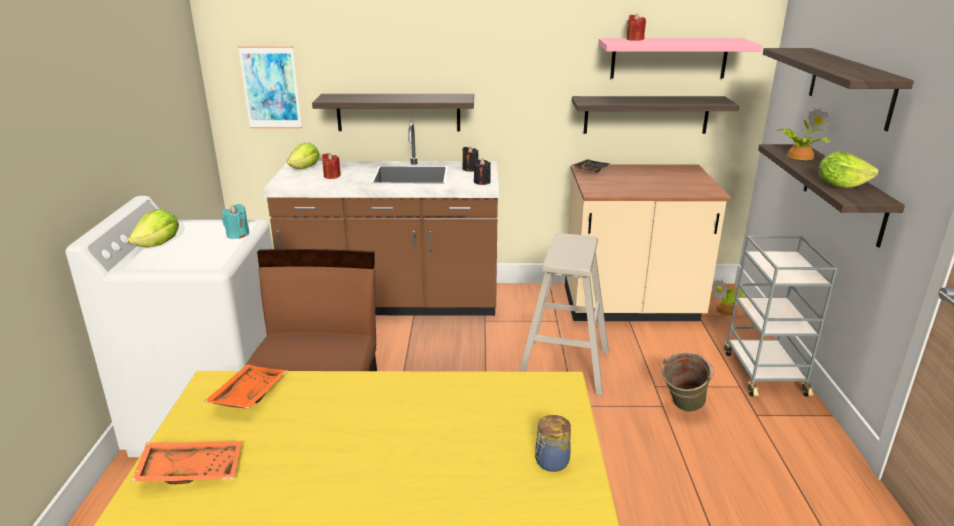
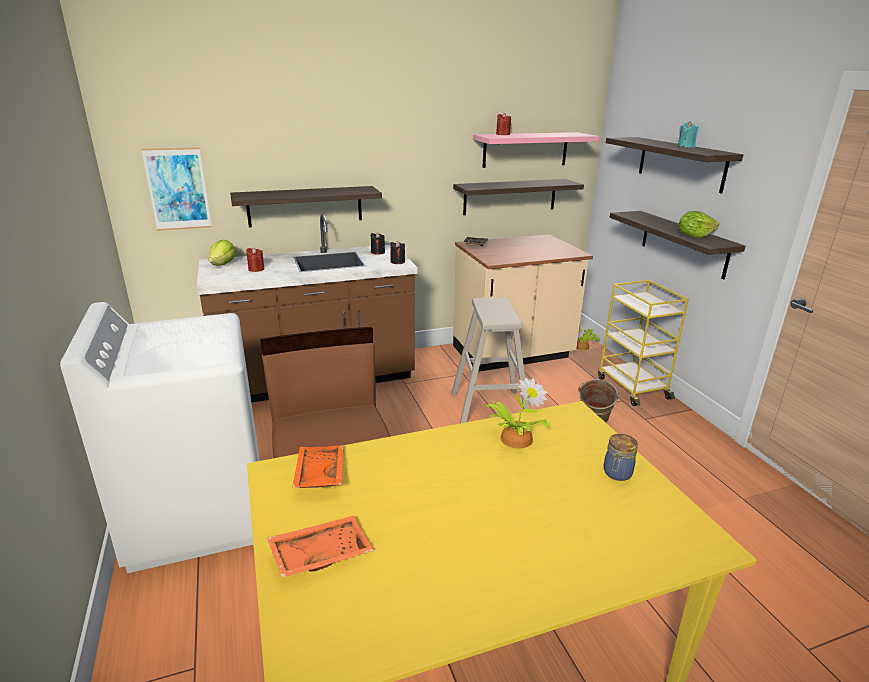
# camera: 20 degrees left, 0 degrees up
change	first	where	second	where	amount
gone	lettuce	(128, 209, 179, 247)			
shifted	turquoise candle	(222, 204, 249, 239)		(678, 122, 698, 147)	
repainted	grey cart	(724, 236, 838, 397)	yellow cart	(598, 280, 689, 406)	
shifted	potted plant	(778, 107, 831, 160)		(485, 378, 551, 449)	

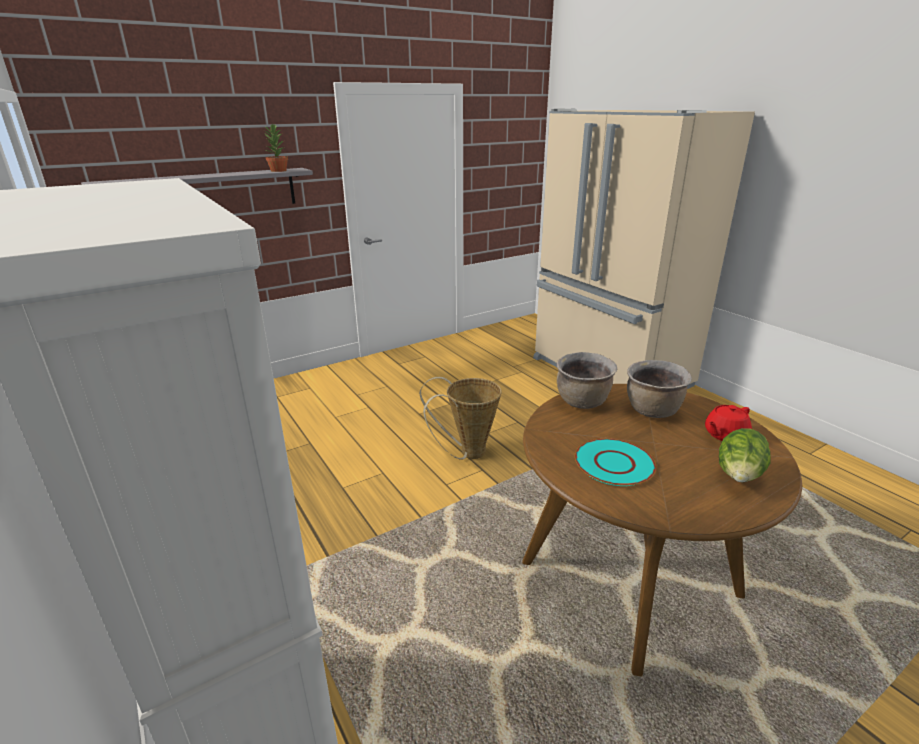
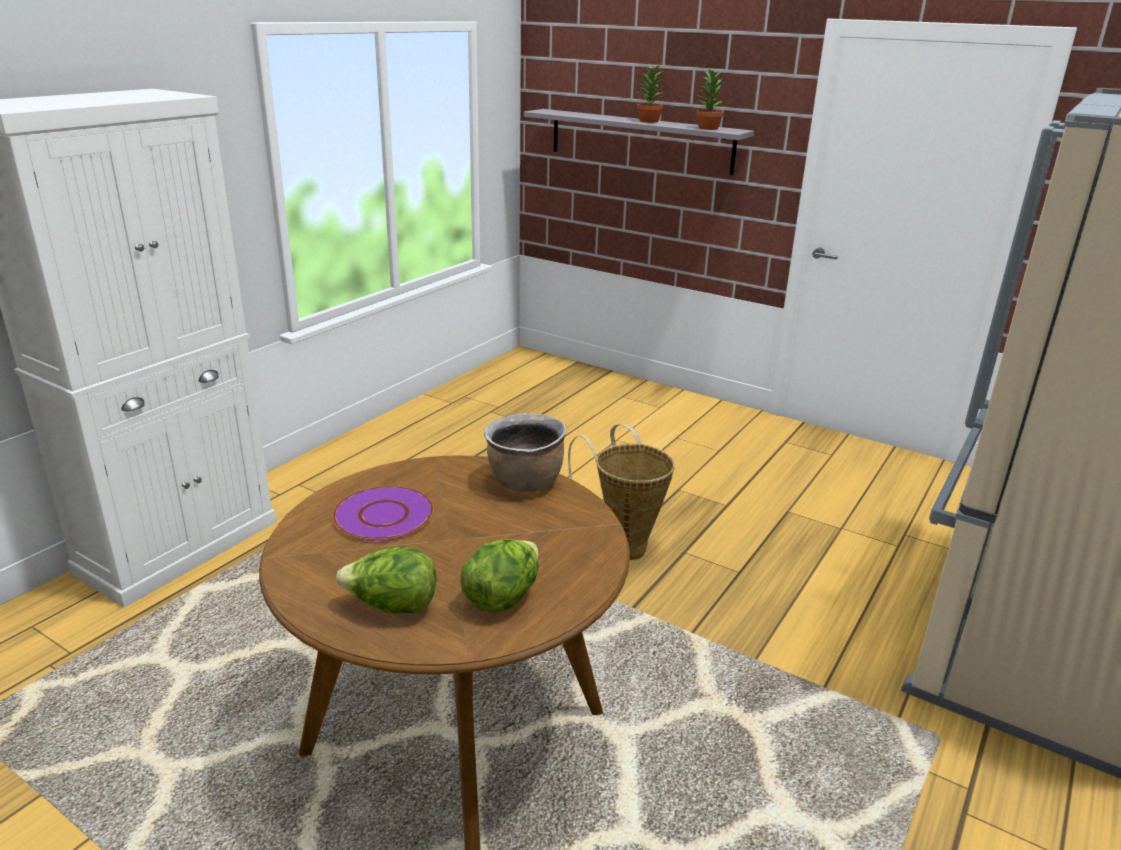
# camera: 65 degrees right, 0 degrees up
change	first	where	second	where	amount
repainted	turquoise plate	(575, 439, 656, 486)	purple plate	(333, 486, 434, 541)	
gone	brown cooking pot	(627, 360, 692, 418)			
swapped	red teapot	(705, 405, 752, 441)	lettuce	(461, 539, 539, 613)	
new			potted plant	(637, 65, 663, 123)	

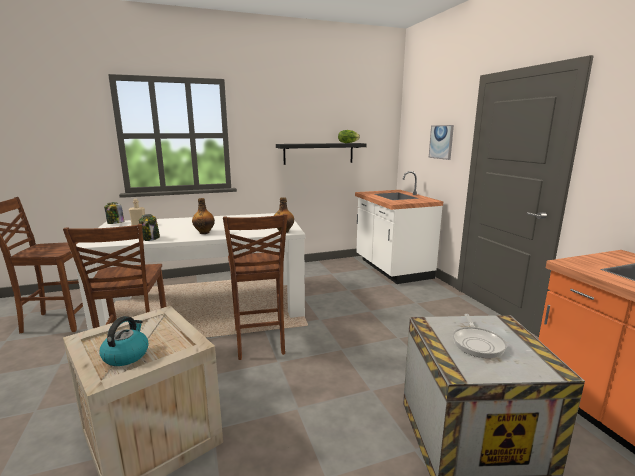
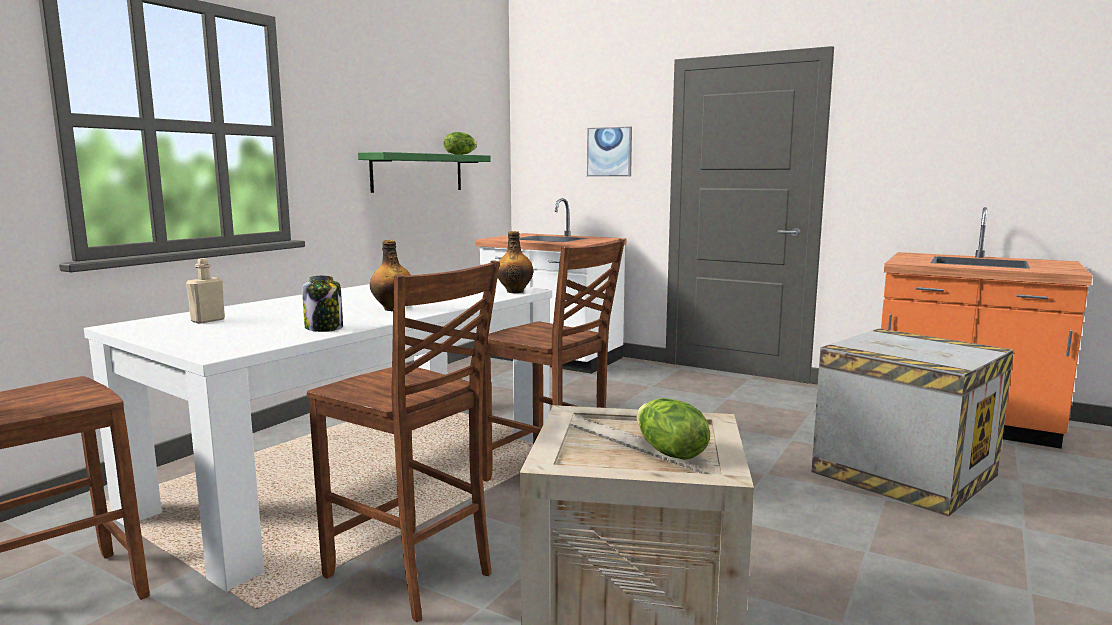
# camera: 40 degrees left, 5 degrees down
change	first	where	second	where	amount
swapped	kettle	(99, 316, 149, 366)	lettuce	(637, 398, 710, 460)	
gone	jar	(104, 202, 125, 224)			
repainted	black shelf	(276, 143, 367, 165)	green shelf	(358, 152, 491, 193)	
gone	frying pan	(453, 314, 507, 358)			

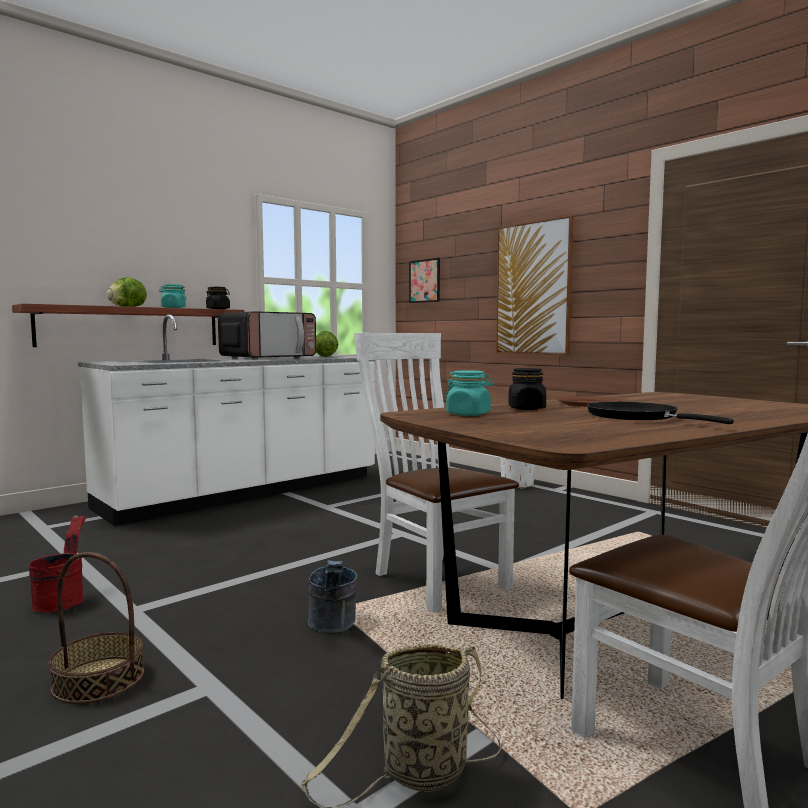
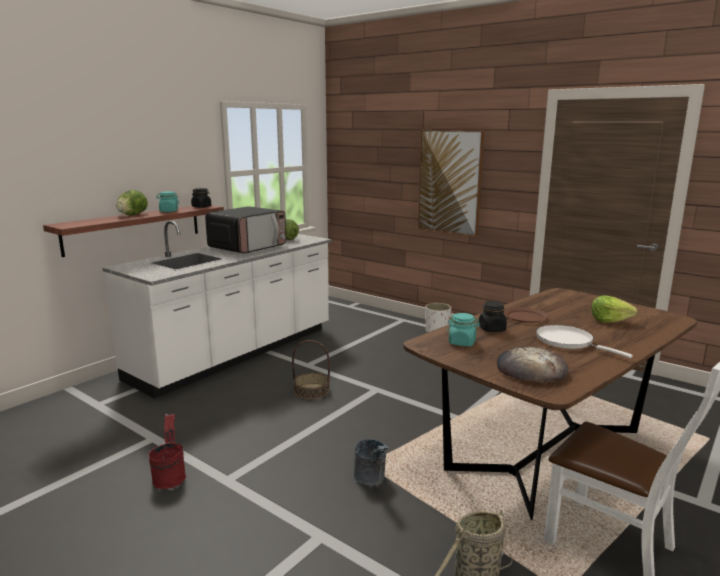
# camera: 10 degrees left, 10 degrees up
change	first	where	second	where	amount
shifted	basket	(49, 552, 144, 704)		(292, 340, 330, 400)	
gone	white chair	(354, 333, 519, 612)			
gone	picture	(409, 258, 440, 303)			
repainted	black frying pan	(587, 402, 734, 424)	white frying pan	(536, 325, 633, 358)	
new			bread	(497, 346, 568, 383)	
new			lettuce	(591, 295, 638, 323)	

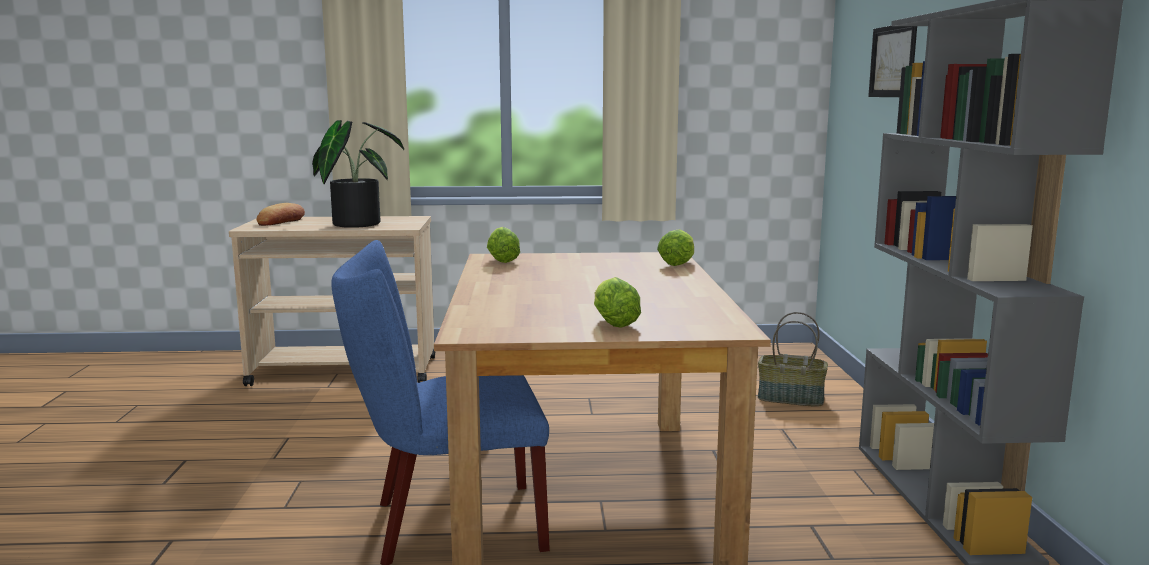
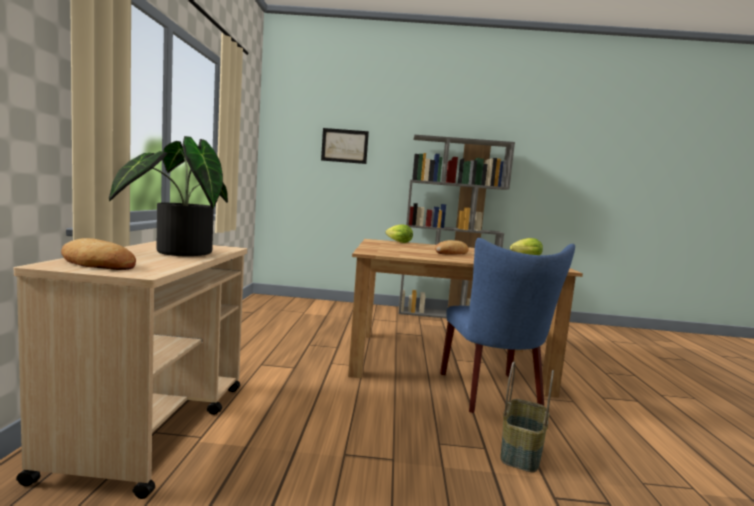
# camera: 85 degrees left, 5 degrees down
change	first	where	second	where	amount
gone	lettuce	(487, 227, 520, 263)			
shifted	basket	(758, 312, 828, 407)		(500, 361, 554, 472)	
new			bread	(435, 240, 469, 254)	

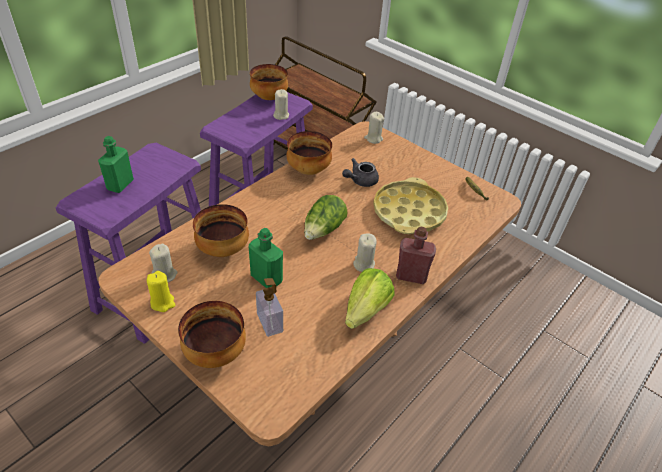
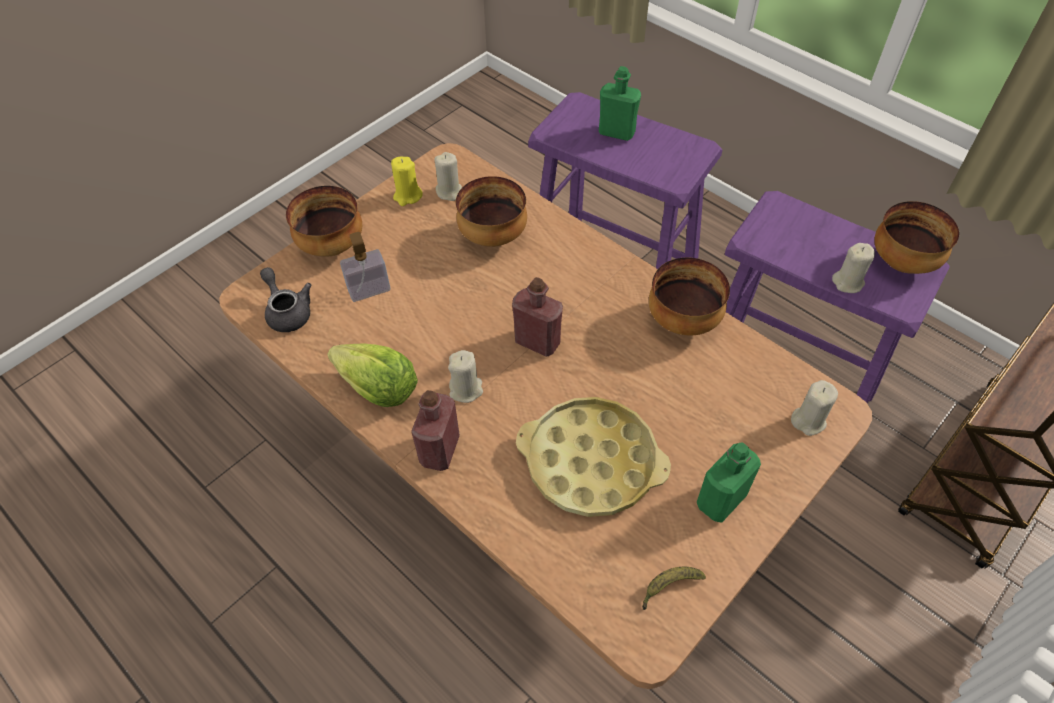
# camera: 95 degrees right, 10 degrees up
change	first	where	second	where	amount
shifted	green bottle	(249, 228, 283, 288)		(697, 442, 761, 523)	
swapped	lettuce	(304, 195, 348, 240)	red bottle	(512, 277, 563, 357)	
shifted	grey teapot	(342, 158, 379, 187)		(260, 267, 311, 332)	

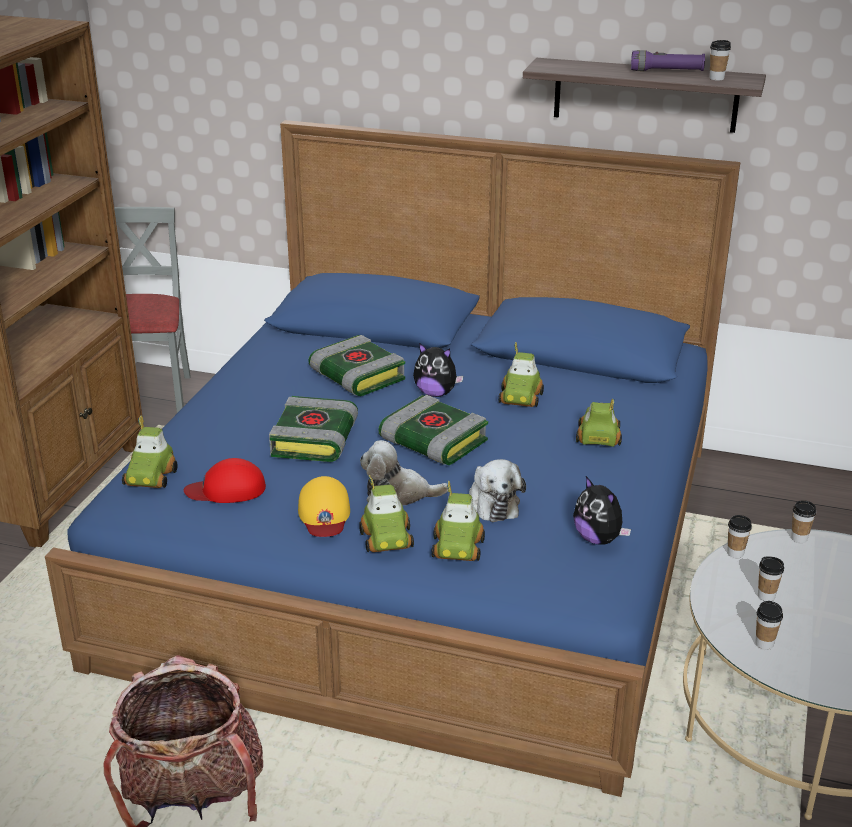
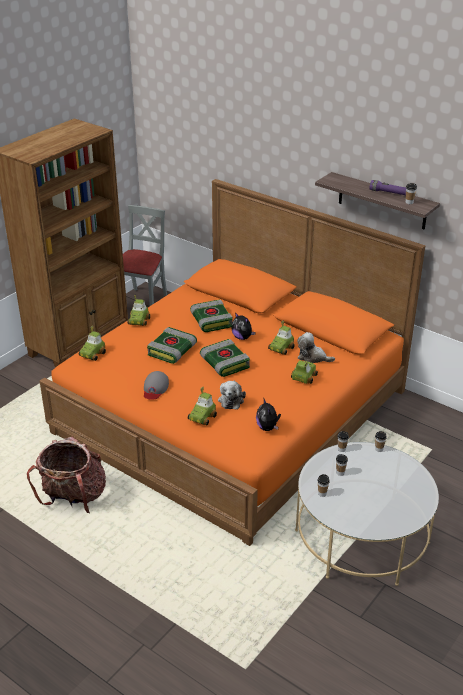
# camera: 20 degrees right, 5 degrees up
change	first	where	second	where	amount
repainted	blue bed	(45, 120, 740, 797)	orange bed	(40, 179, 425, 546)	
gone	red cap	(184, 458, 266, 503)			
repainted	yellow cap	(298, 476, 350, 537)	grey cap	(144, 371, 169, 400)	
shifted	toy car	(359, 475, 414, 552)		(127, 294, 150, 326)	
shifted	plush toy	(360, 440, 448, 505)		(297, 332, 335, 363)	

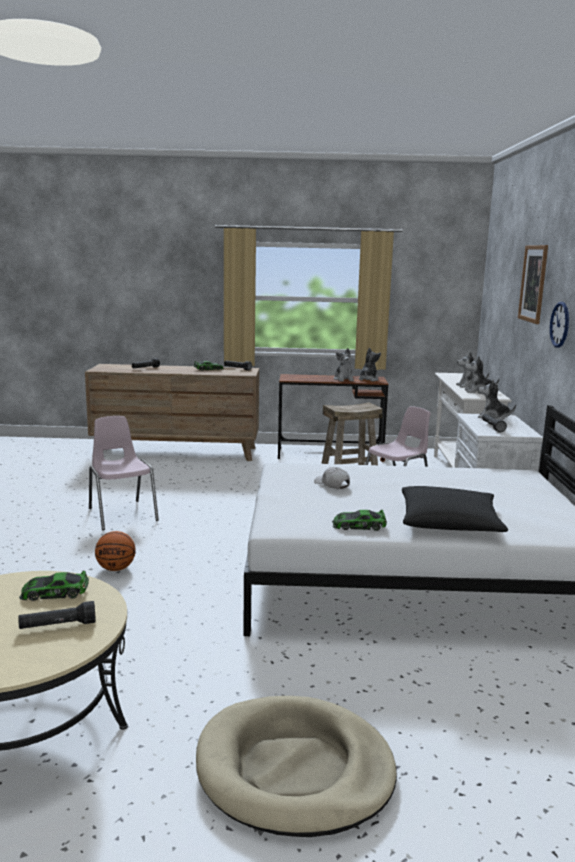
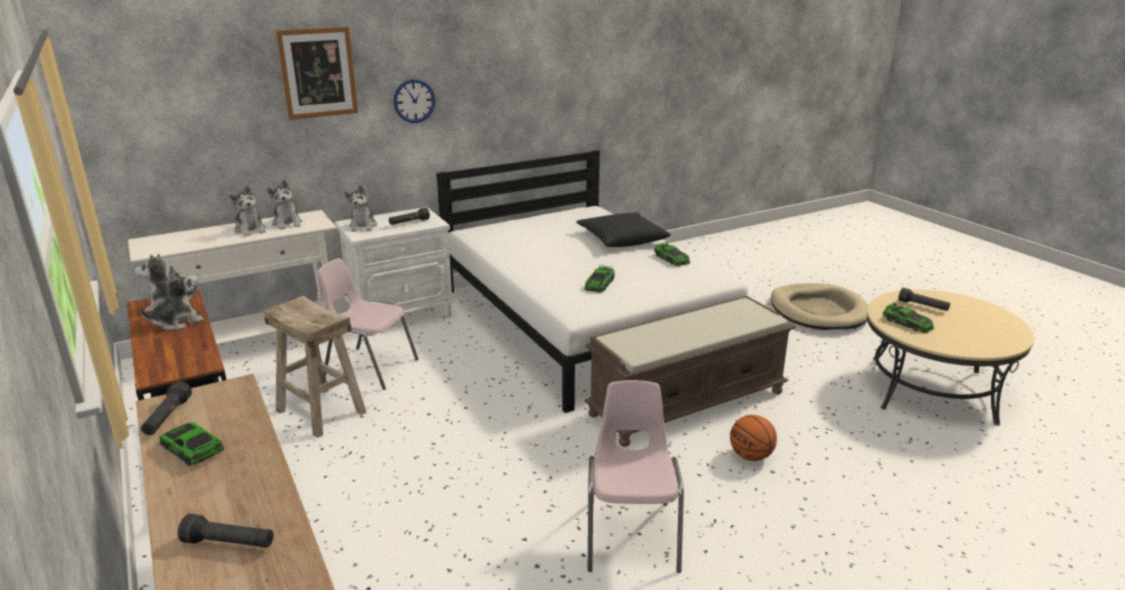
# camera: 120 degrees left, 10 degrees up
change	first	where	second	where	amount
rotated	pink chair	(89, 416, 159, 530)		(588, 380, 684, 573)	150 degrees clockwise
swapped	white cap	(314, 467, 350, 489)	toy car	(585, 265, 615, 293)	
new			brown bench	(585, 296, 796, 447)	

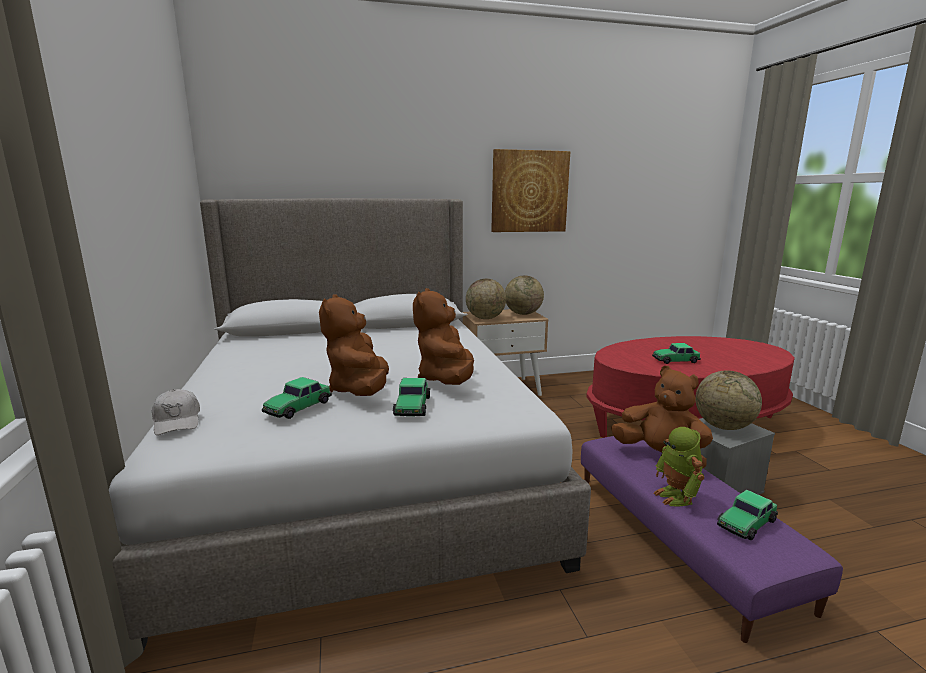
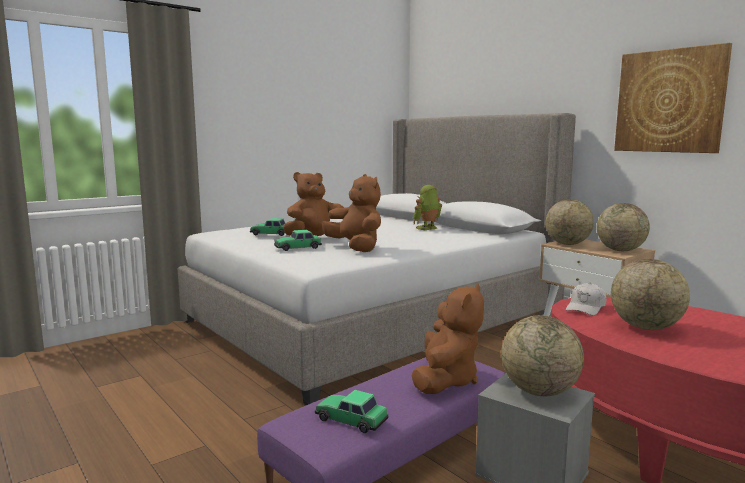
# camera: 65 degrees right, 5 degrees down
change	first	where	second	where	amount
shifted	white cap	(152, 389, 200, 435)		(566, 283, 607, 315)	
rotated	brown plush toy	(413, 288, 474, 385)		(322, 174, 381, 252)	75 degrees clockwise
swapped	toy car	(652, 343, 701, 364)	globe	(611, 259, 690, 330)	
shifted	toy robot	(653, 427, 704, 507)		(413, 185, 442, 230)	

